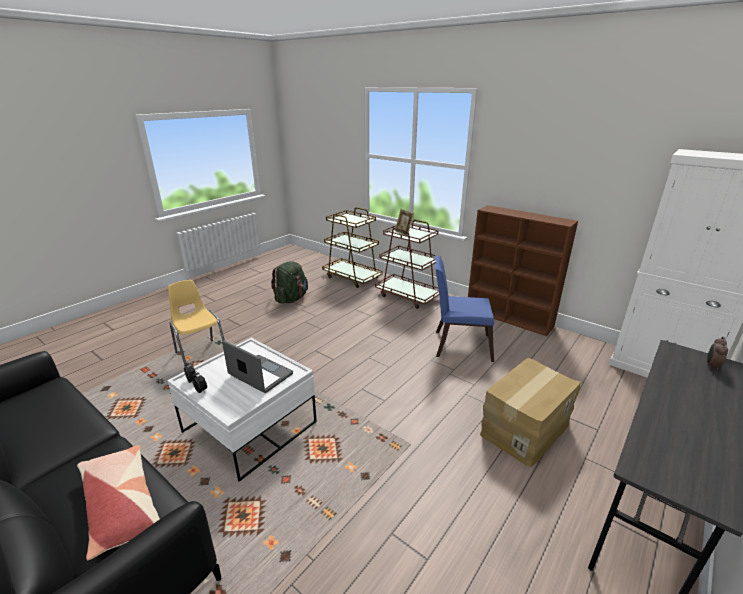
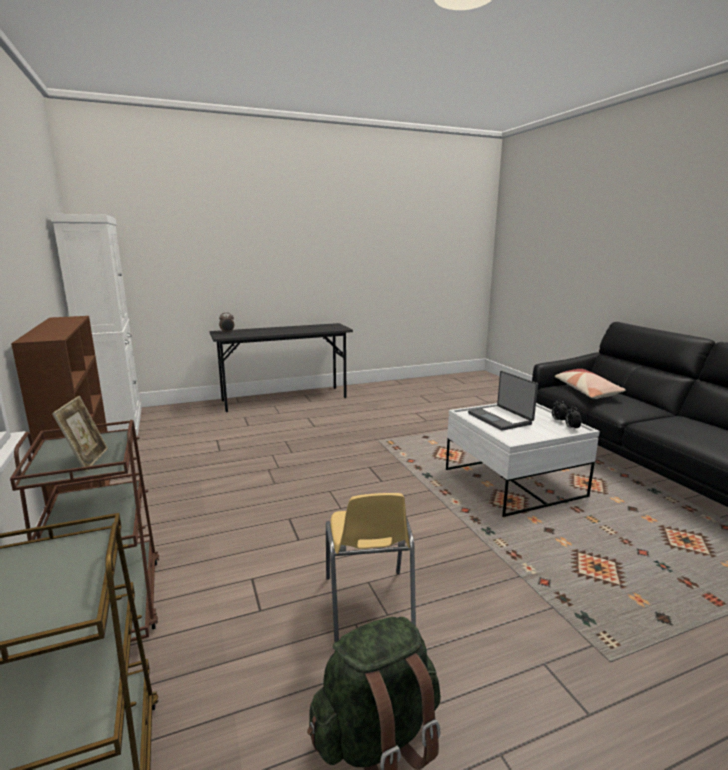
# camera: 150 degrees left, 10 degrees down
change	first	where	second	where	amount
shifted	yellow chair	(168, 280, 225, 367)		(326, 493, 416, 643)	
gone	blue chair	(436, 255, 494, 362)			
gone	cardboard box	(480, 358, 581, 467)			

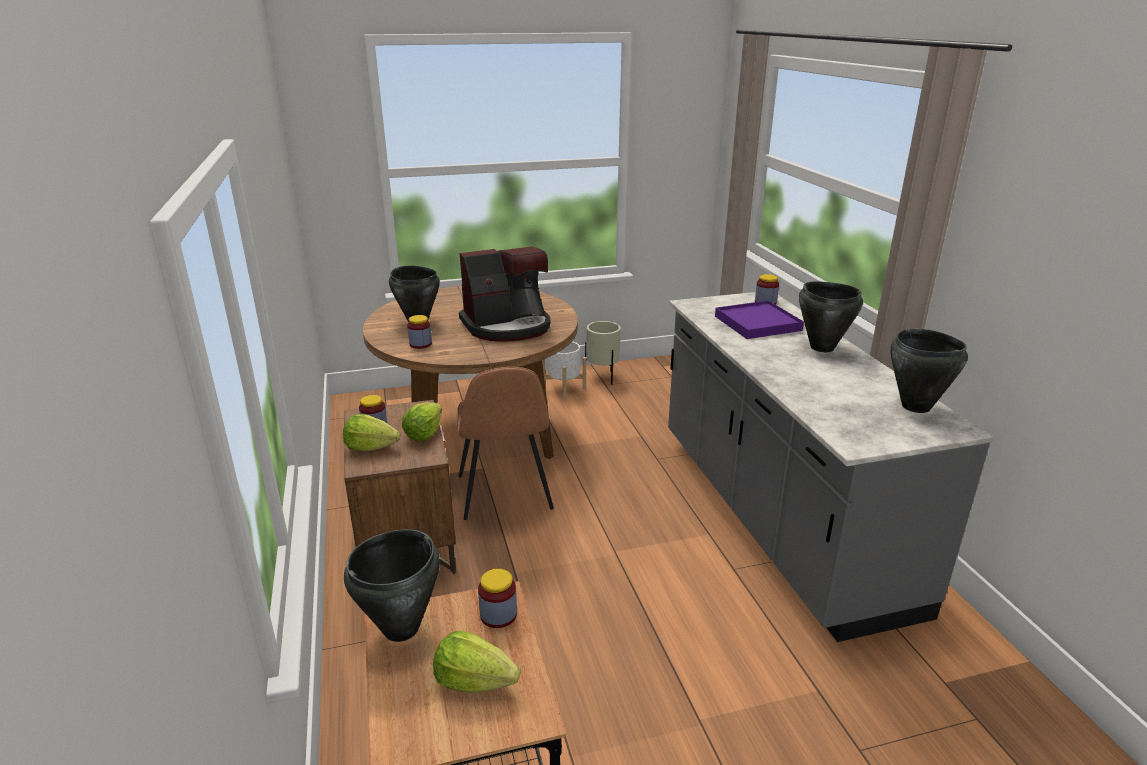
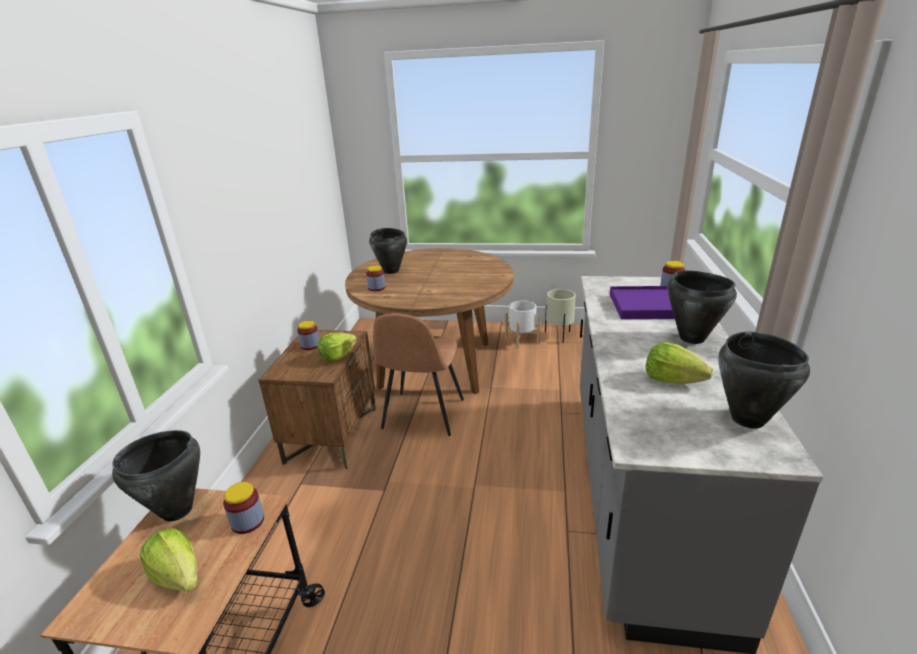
# camera: 25 degrees right, 0 degrees up
change	first	where	second	where	amount
shifted	lettuce	(343, 414, 400, 451)		(646, 342, 713, 384)	
gone	coffee machine	(459, 246, 550, 342)			

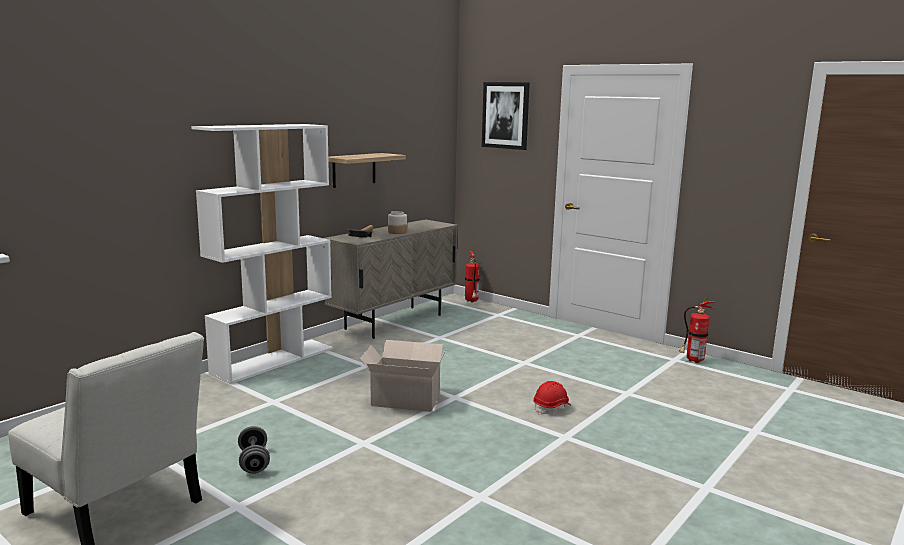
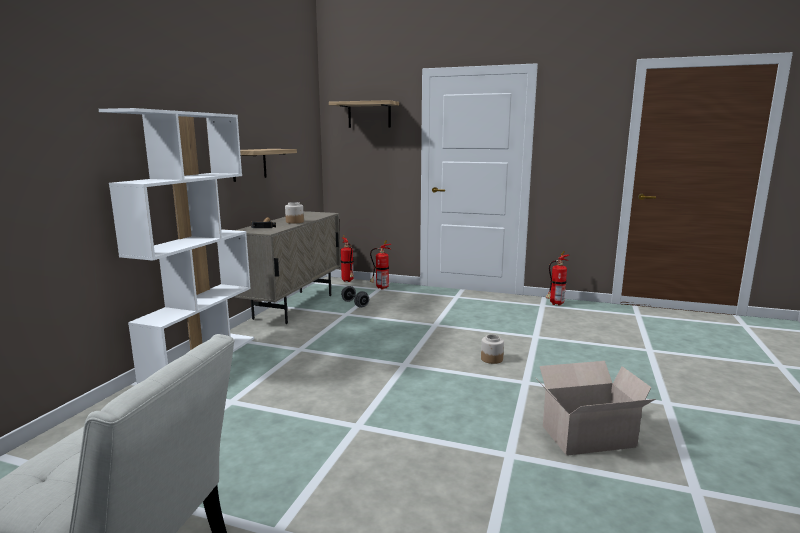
# camera: 20 degrees left, 0 degrees up
change	first	where	second	where	amount
shifted	grey dumbbell	(238, 426, 270, 474)		(341, 286, 369, 308)	
shifted	cardboard box	(360, 340, 447, 412)		(535, 361, 656, 456)	
swapped	picture	(482, 82, 530, 150)	shelf	(329, 100, 399, 128)	
swapped	red hard hat	(533, 381, 572, 414)	jar	(481, 334, 504, 364)	
new			fire extinguisher	(370, 240, 391, 289)	

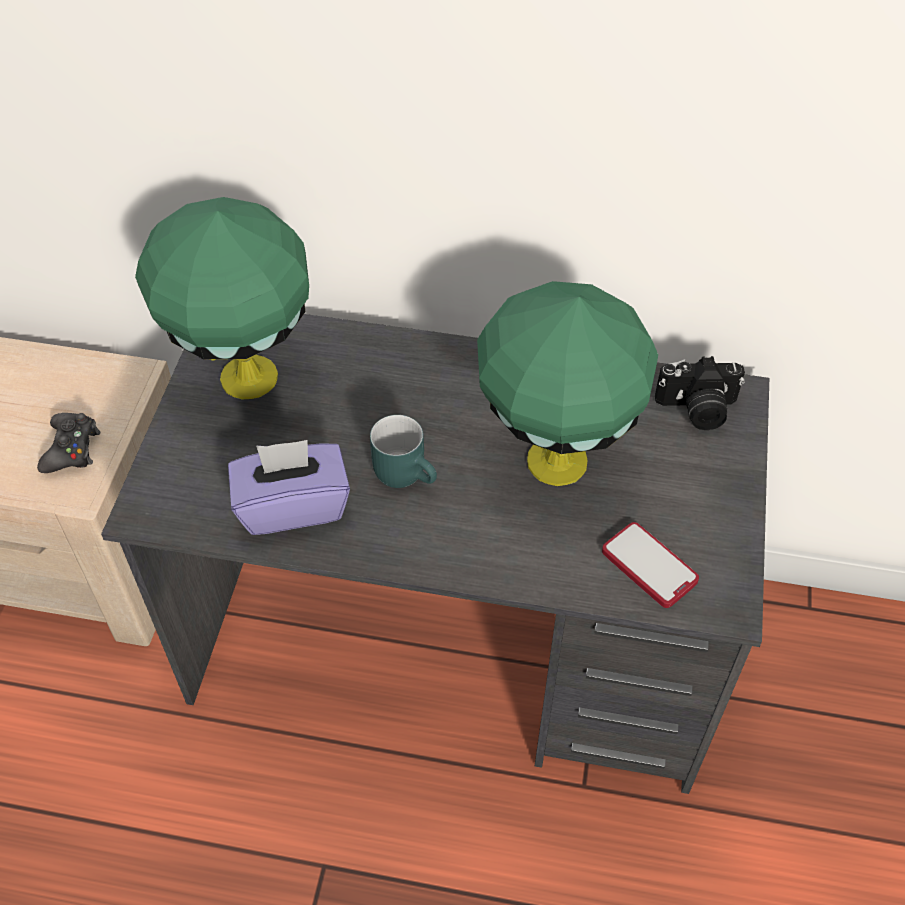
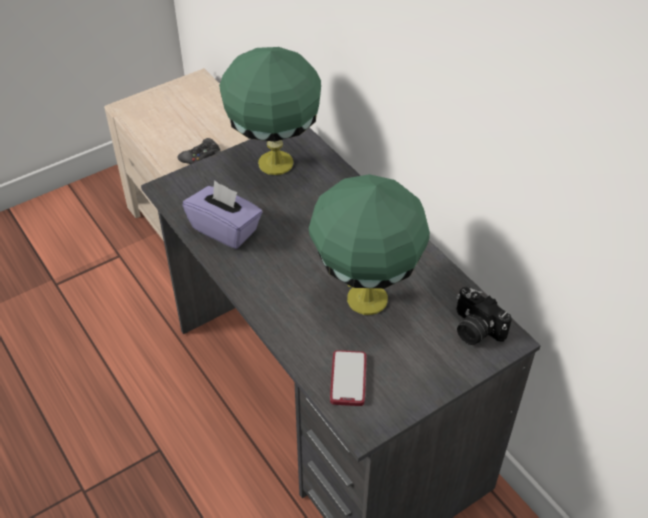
# camera: 45 degrees right, 5 degrees down
change	first	where	second	where	amount
gone	turquoise mug	(370, 415, 437, 488)			

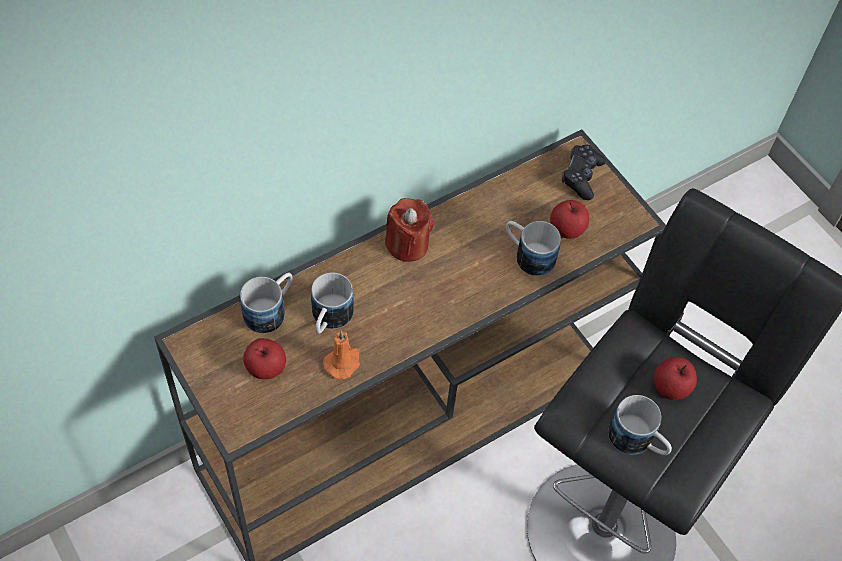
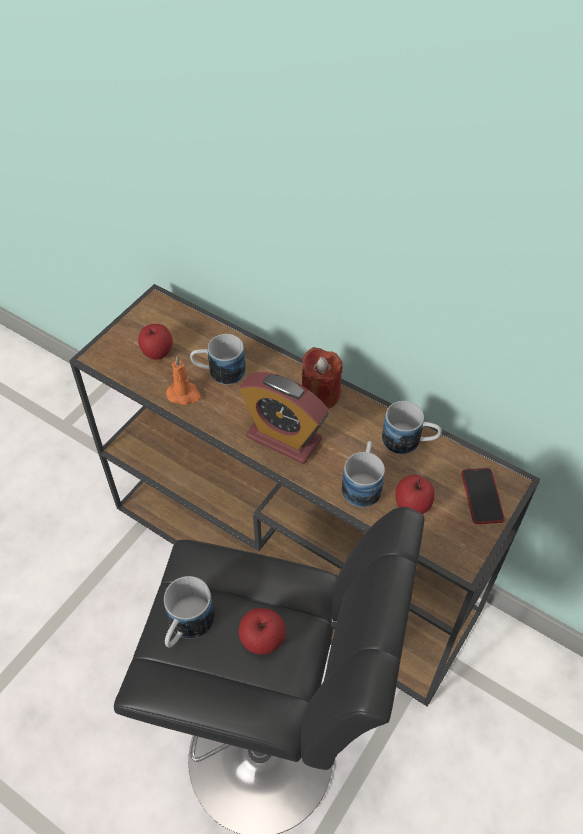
# camera: 70 degrees right, 5 degrees down
change	first	where	second	where	amount
shifted	mug	(240, 273, 293, 333)		(382, 401, 442, 454)	
swapped	black game controller	(562, 145, 606, 200)	phone	(462, 468, 505, 524)	
new			alarm clock	(239, 372, 329, 464)	

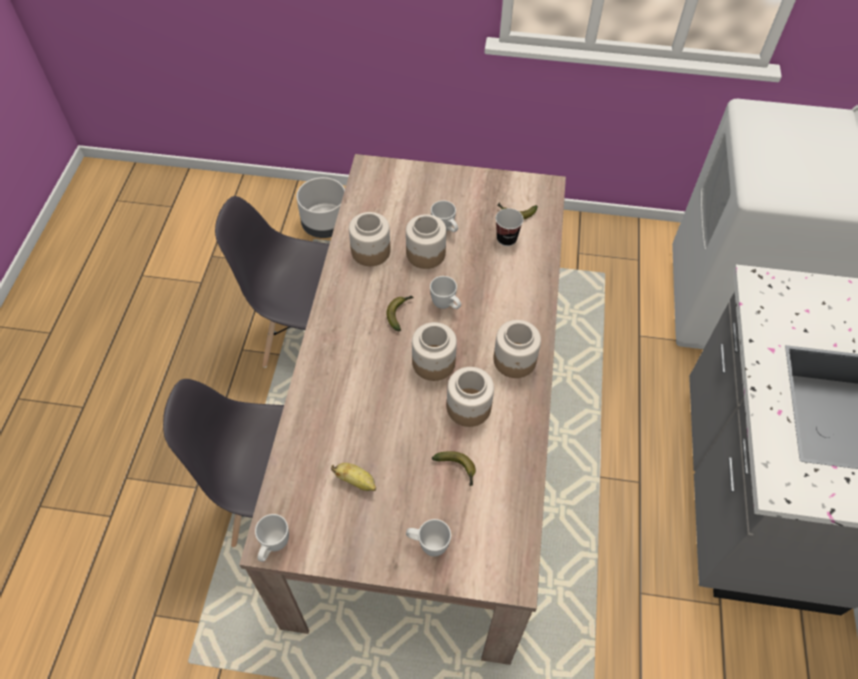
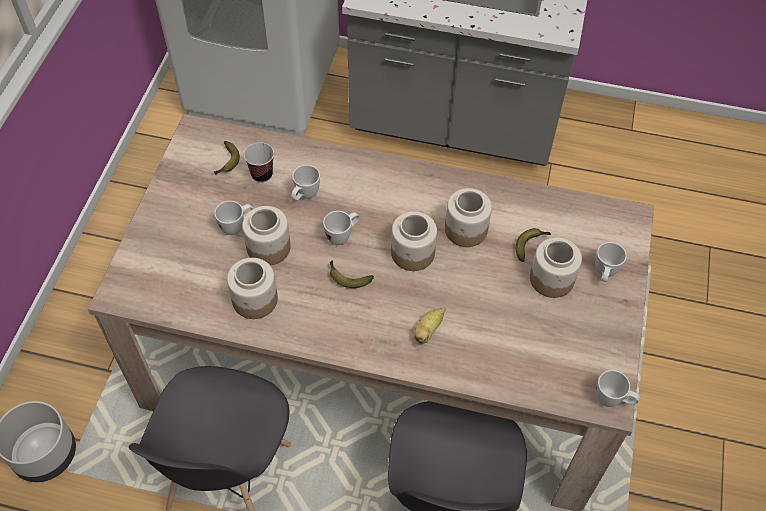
# camera: 85 degrees left, 0 degrees up
change	first	where	second	where	amount
shifted	banana	(331, 463, 376, 491)		(414, 307, 445, 344)	
shifted	jar	(493, 320, 541, 378)		(530, 237, 582, 298)	
new			white mug	(291, 165, 320, 201)	

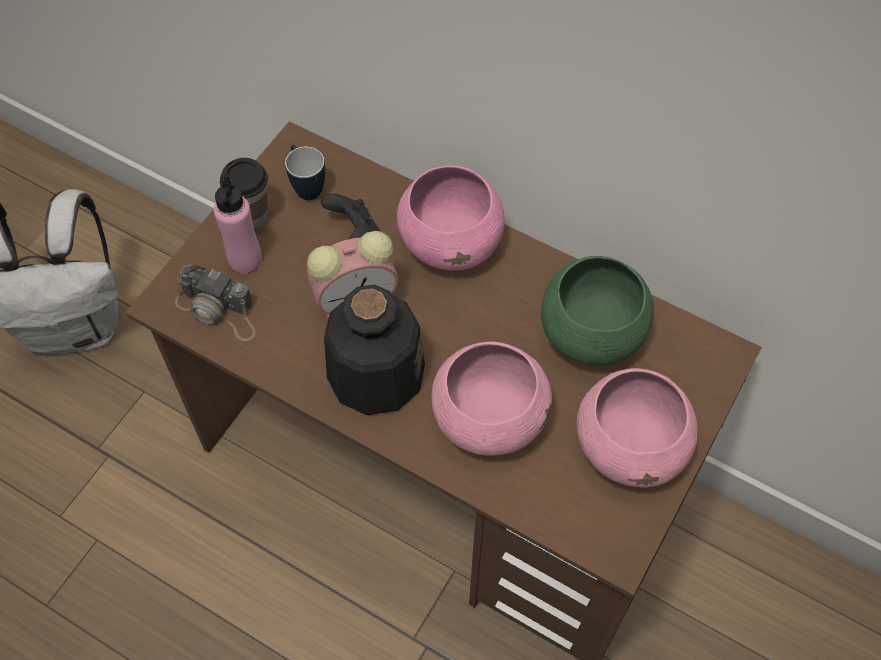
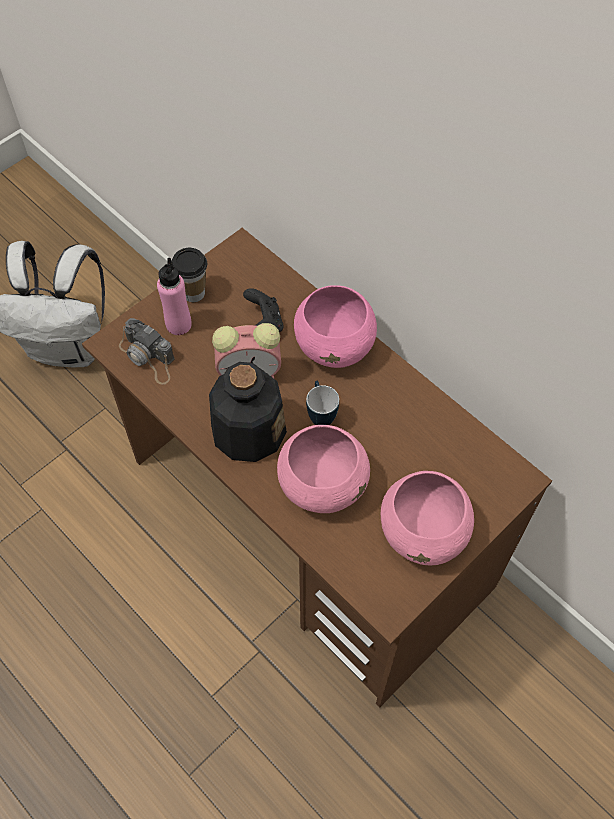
# camera: 15 degrees right, 0 degrees up
change	first	where	second	where	amount
shifted	mug	(285, 145, 325, 200)		(306, 381, 339, 425)	
gone	green bowl	(541, 256, 654, 366)			

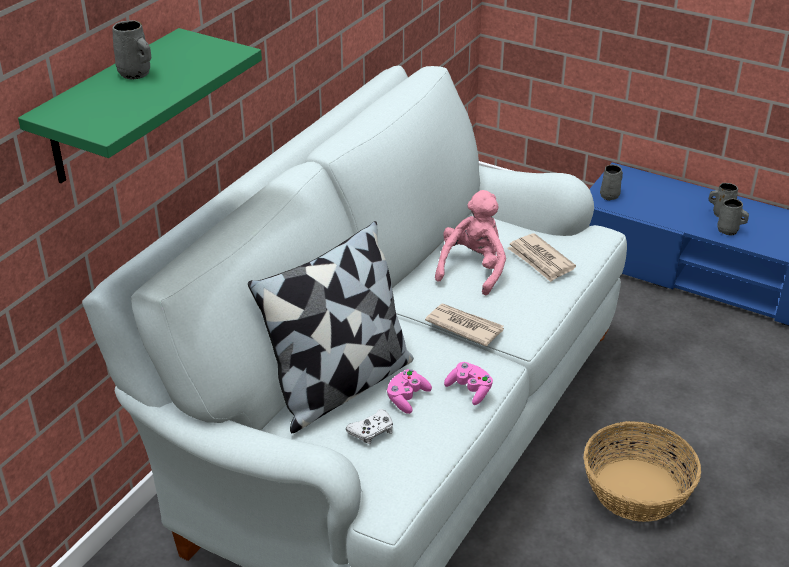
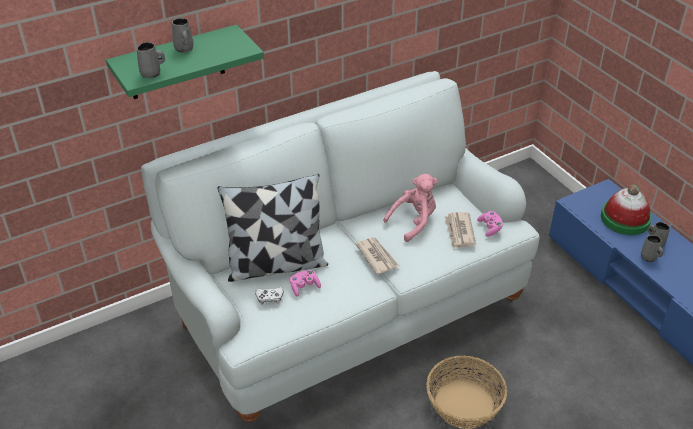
# camera: 30 degrees right, 5 degrees up
change	first	where	second	where	amount
shifted	pink game controller	(444, 362, 493, 405)		(477, 211, 503, 237)	
shifted	grey mug	(600, 165, 623, 200)		(136, 42, 165, 78)	
new			hat	(601, 185, 652, 235)	

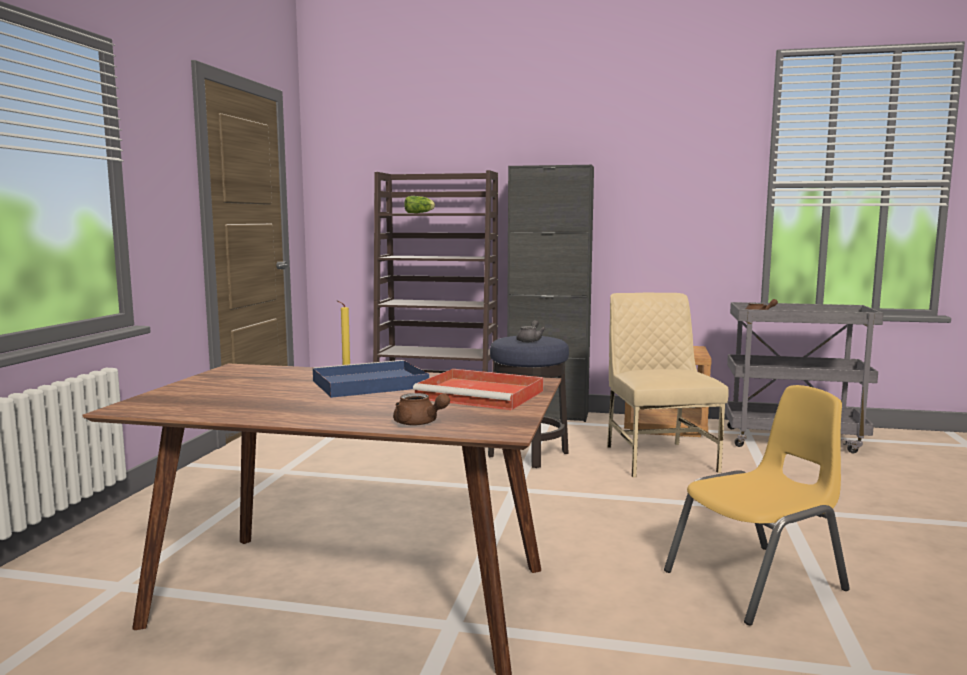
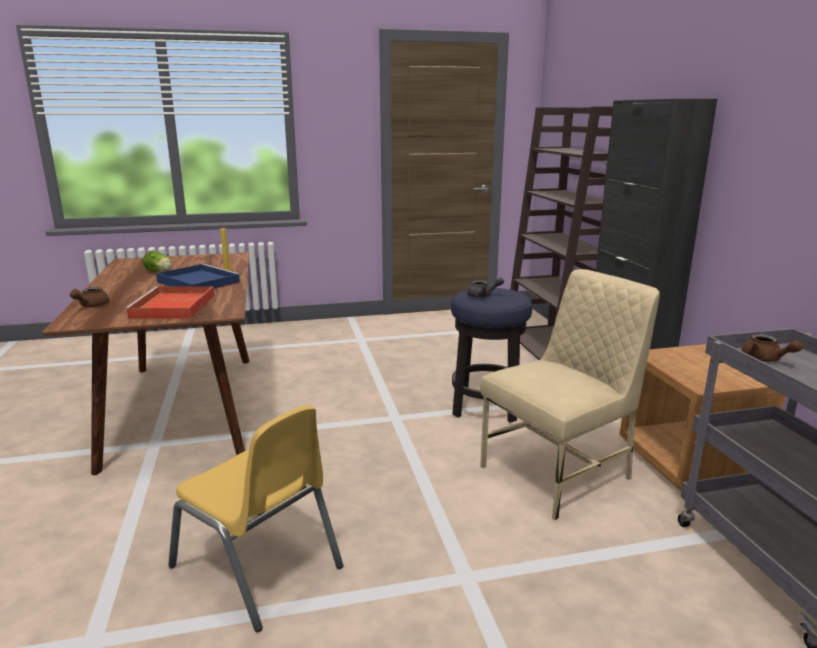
# camera: 65 degrees right, 10 degrees up
change	first	where	second	where	amount
shifted	lettuce	(404, 196, 435, 213)		(143, 251, 172, 273)	

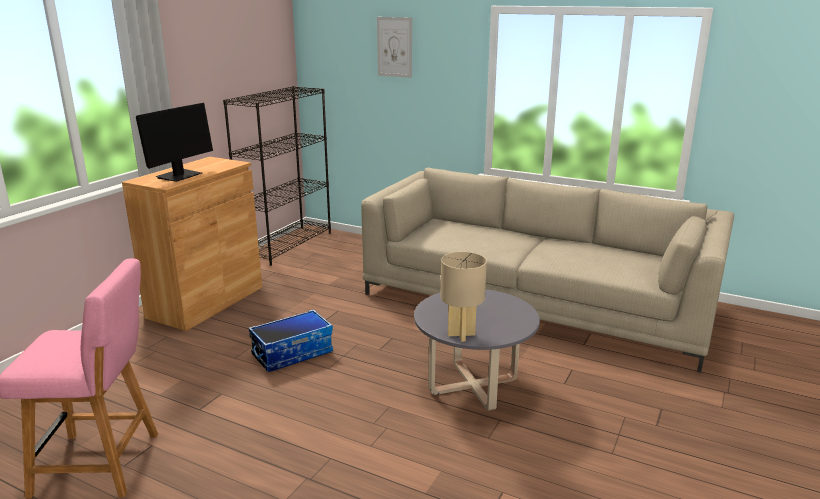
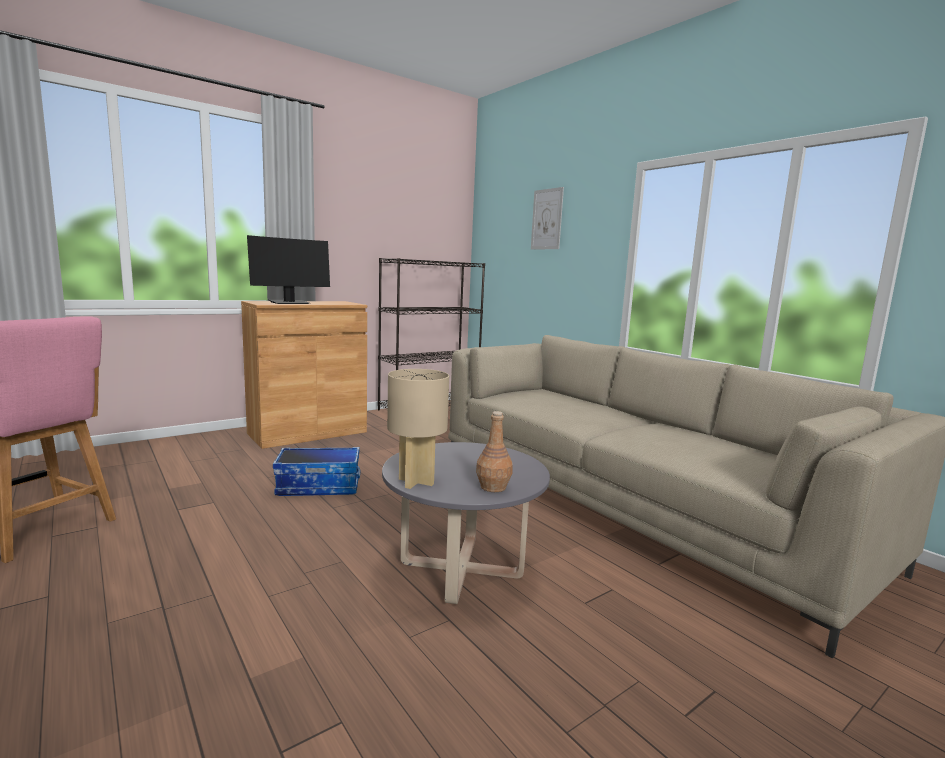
# camera: 25 degrees right, 10 degrees down
change	first	where	second	where	amount
new			brown bottle	(476, 411, 512, 492)	

